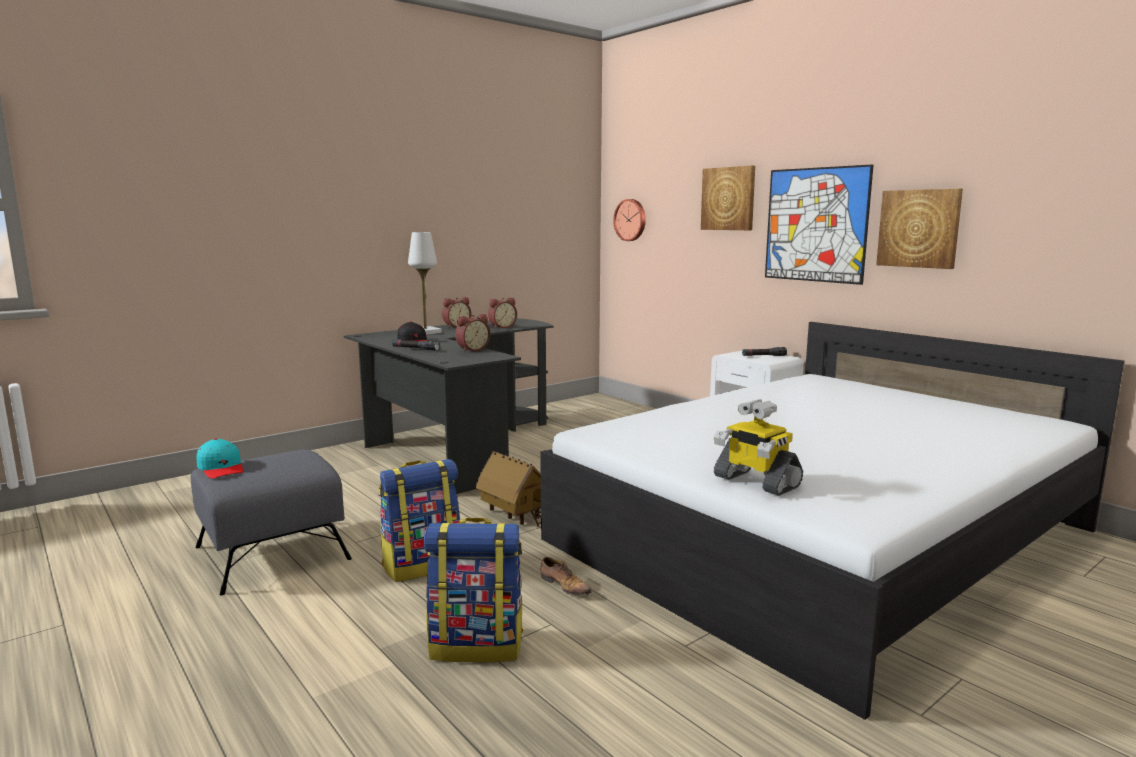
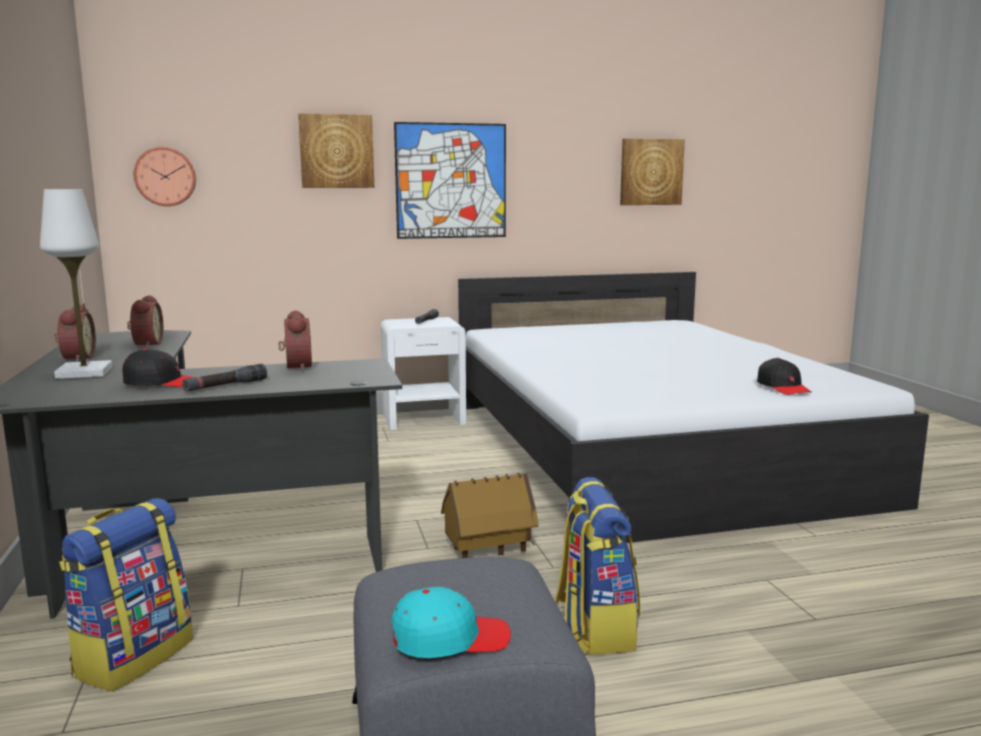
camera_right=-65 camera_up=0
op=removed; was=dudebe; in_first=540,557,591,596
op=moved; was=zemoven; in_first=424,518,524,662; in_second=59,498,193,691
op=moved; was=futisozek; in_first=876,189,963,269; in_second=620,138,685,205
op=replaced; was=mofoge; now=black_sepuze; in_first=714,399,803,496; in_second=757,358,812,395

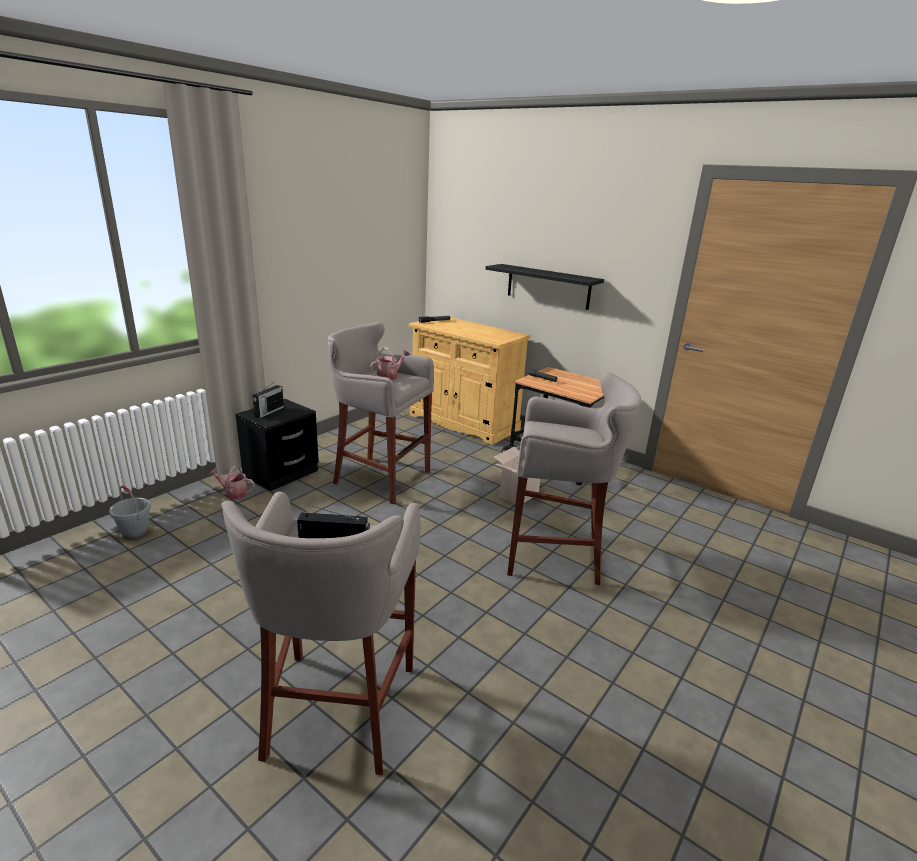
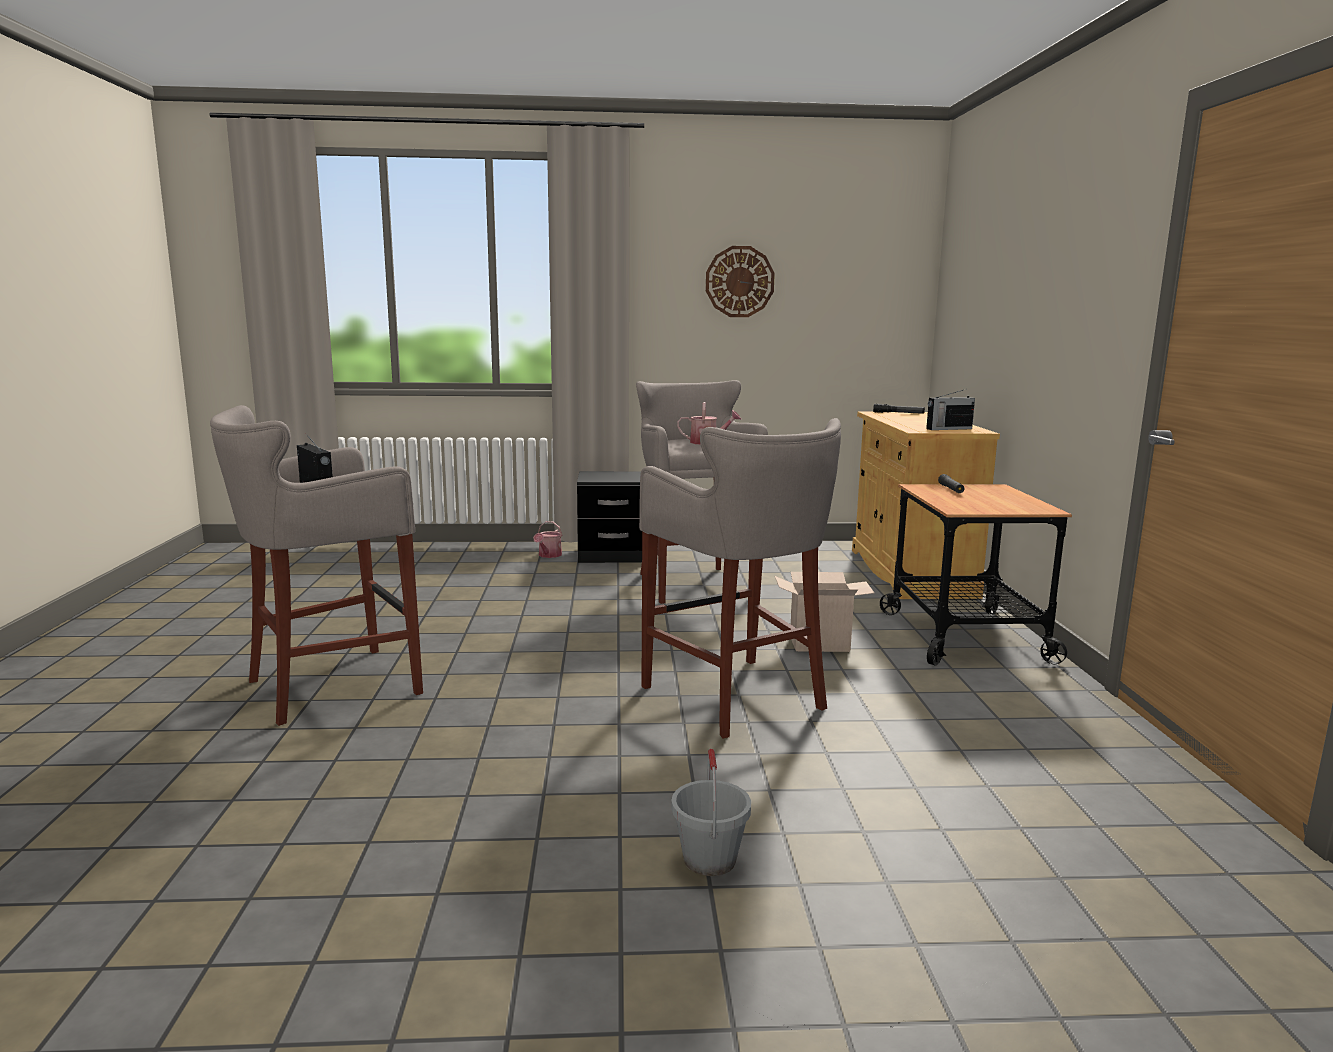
camera_right=50 camera_up=-10
op=removed; was=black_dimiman; in_first=485,264,604,310
op=added; now=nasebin; in_second=706,246,775,317
op=moved; was=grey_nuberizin; in_first=109,485,151,539; in_second=671,749,751,876
op=moved; was=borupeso; in_first=252,383,284,418; in_second=926,389,975,430
op=turned; was=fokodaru; in_first=208,465,255,499; in_second=533,521,562,558; clockwise=-135

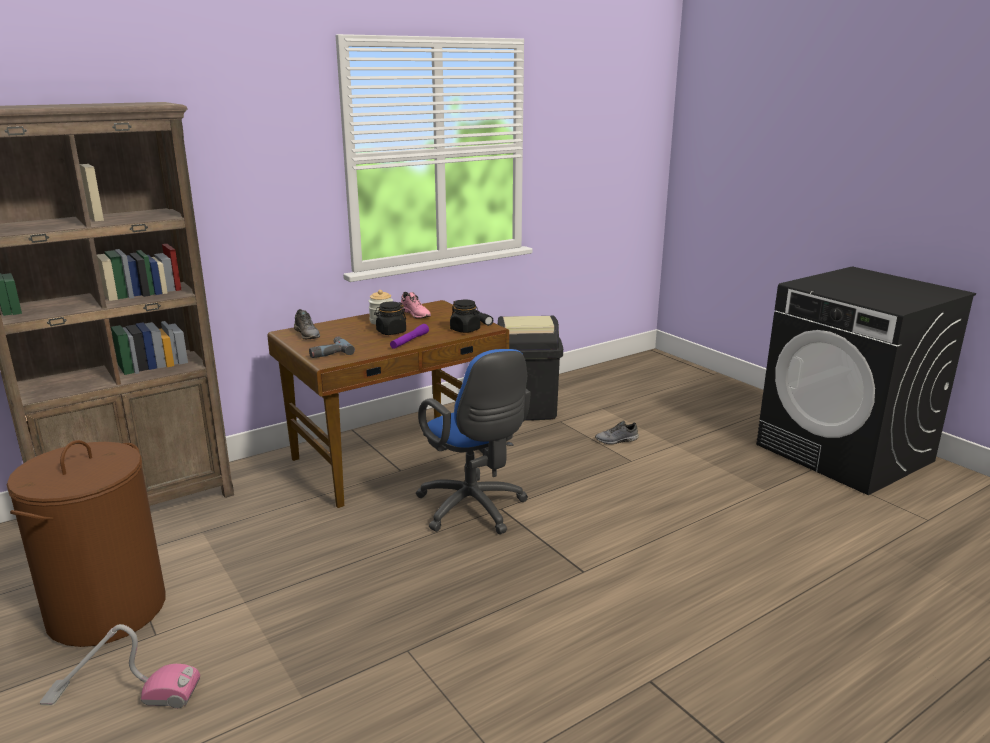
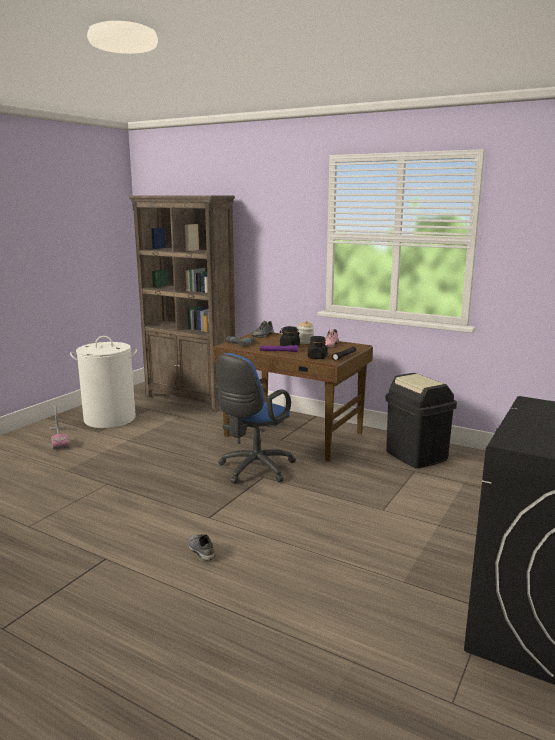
camera_right=65 camera_up=-5
op=moved; was=grey_dudebe; in_first=595,421,639,444; in_second=188,534,215,561
op=recoloured; was=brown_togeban; now=white_togeban; in_first=7,440,165,647; in_second=70,336,137,428

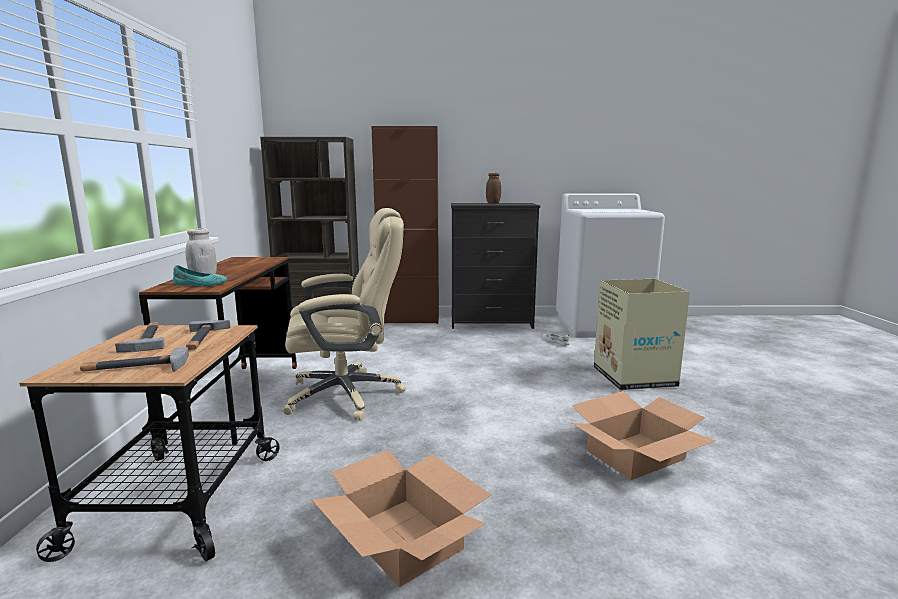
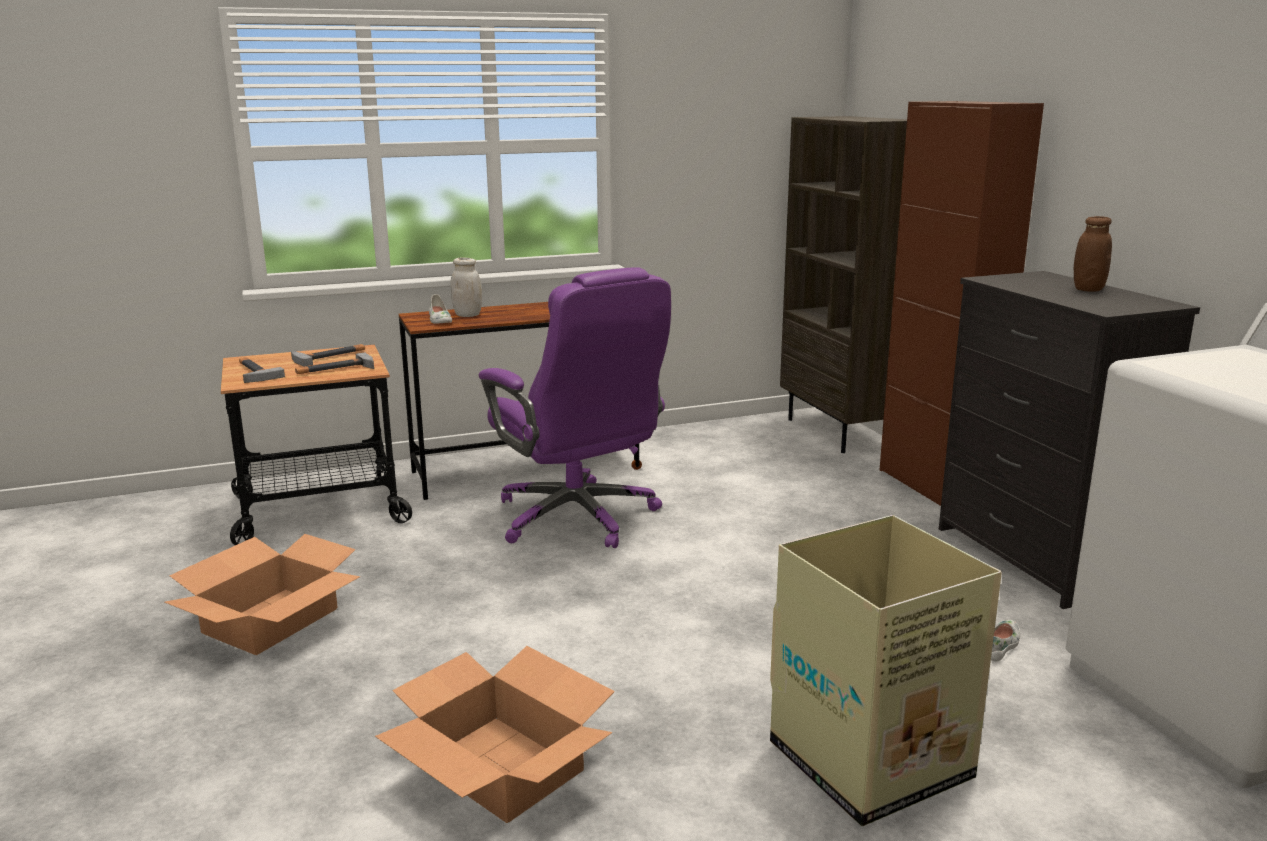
camera_right=70 camera_up=5
op=recoloured; was=turquoise_dudebe; now=white_dudebe; in_first=173,265,227,287; in_second=429,294,452,324
op=recoloured; was=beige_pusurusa; now=purple_pusurusa; in_first=283,208,406,421; in_second=479,267,671,548

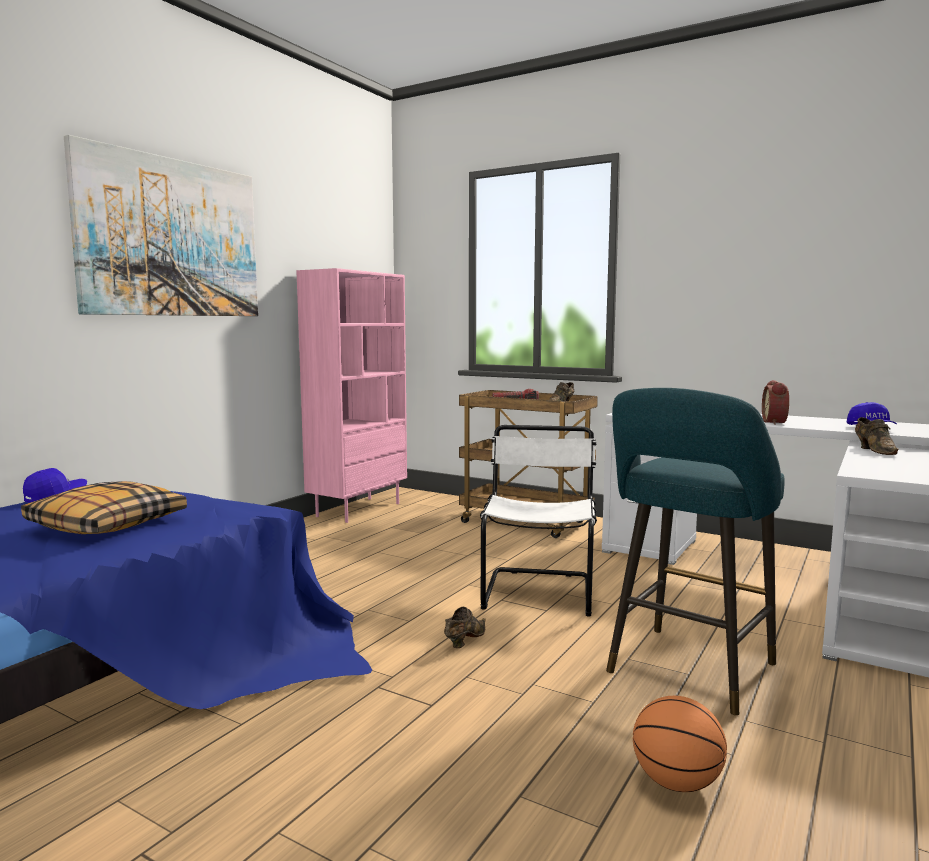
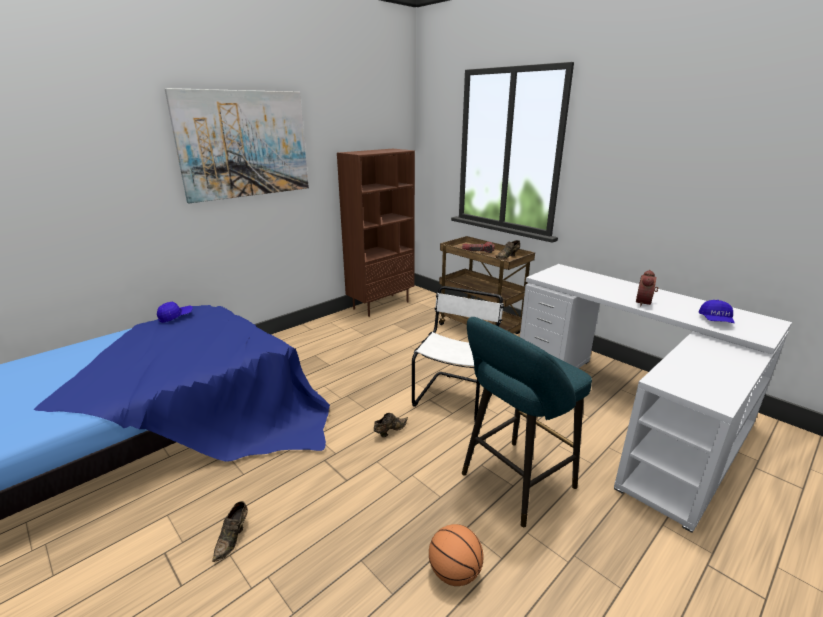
camera_right=15 camera_up=15
op=removed; was=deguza; in_first=21,481,187,534
op=moved; was=brown_dudebe; in_first=855,417,898,455; in_second=212,501,248,562
op=recoloured; was=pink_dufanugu; now=brown_dufanugu; in_first=296,268,407,523; in_second=337,149,415,317

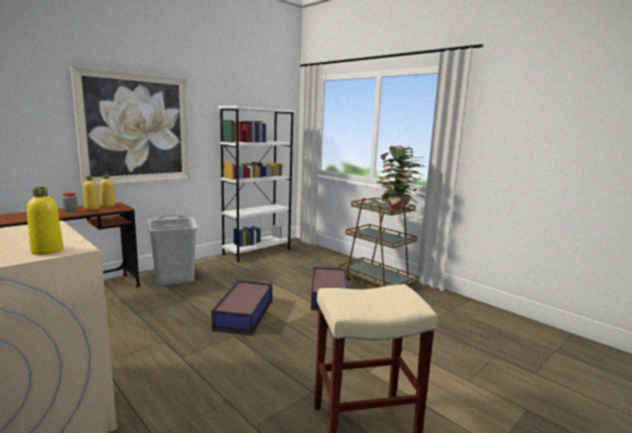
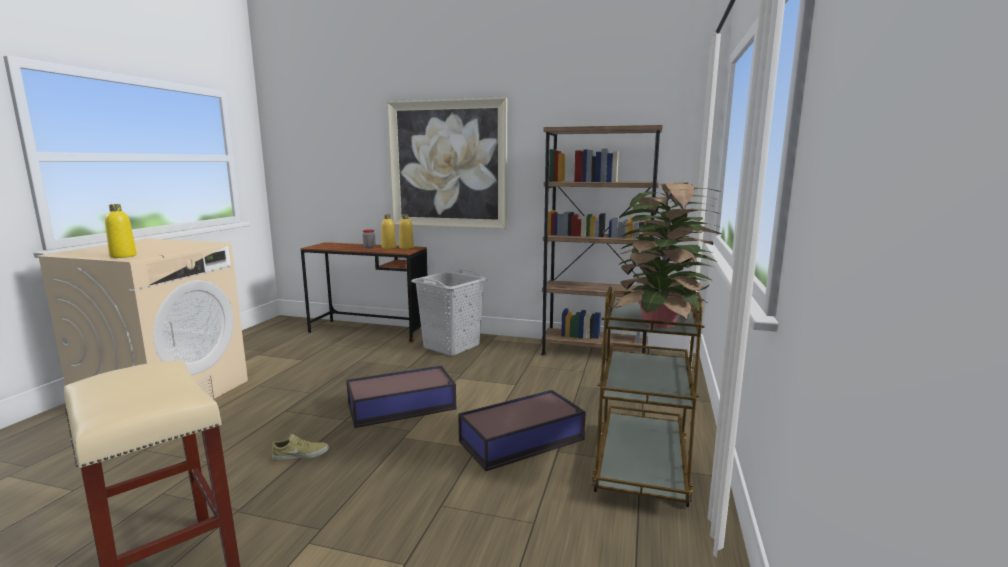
camera_right=60 camera_up=0
op=added; now=beige_dudebe; in_second=272,434,329,460
op=recoloured; was=white_dufanugu; now=brown_dufanugu; in_first=218,106,295,262; in_second=541,125,662,356

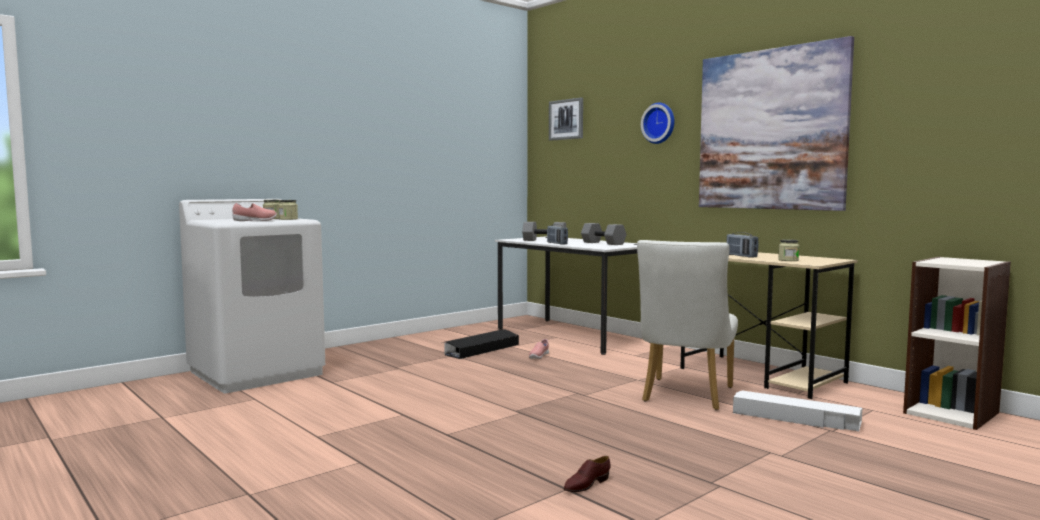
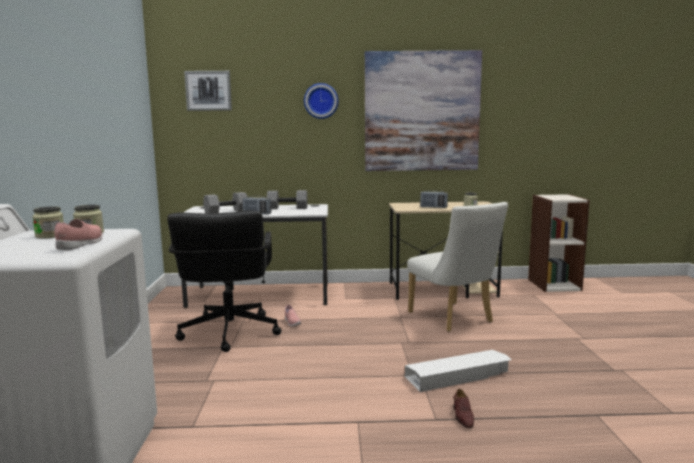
camera_right=-50 camera_up=5
op=moved; was=brown_dudebe; in_first=564,456,610,492; in_second=453,389,474,428
op=moved; was=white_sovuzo; in_first=733,390,862,431; in_second=405,350,512,392
op=replaced; was=black_sovuzo; now=black_pusurusa; in_first=444,330,519,359; in_second=167,210,281,352

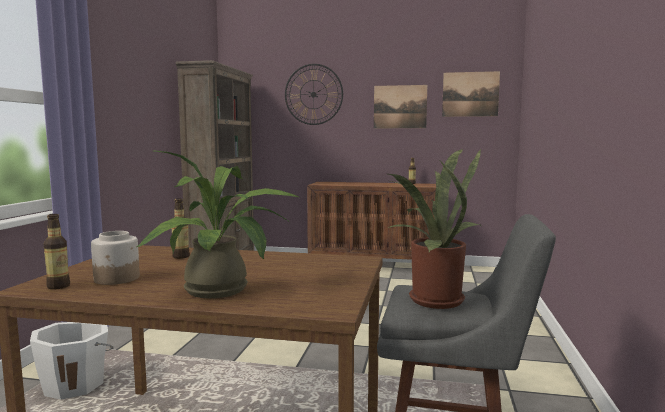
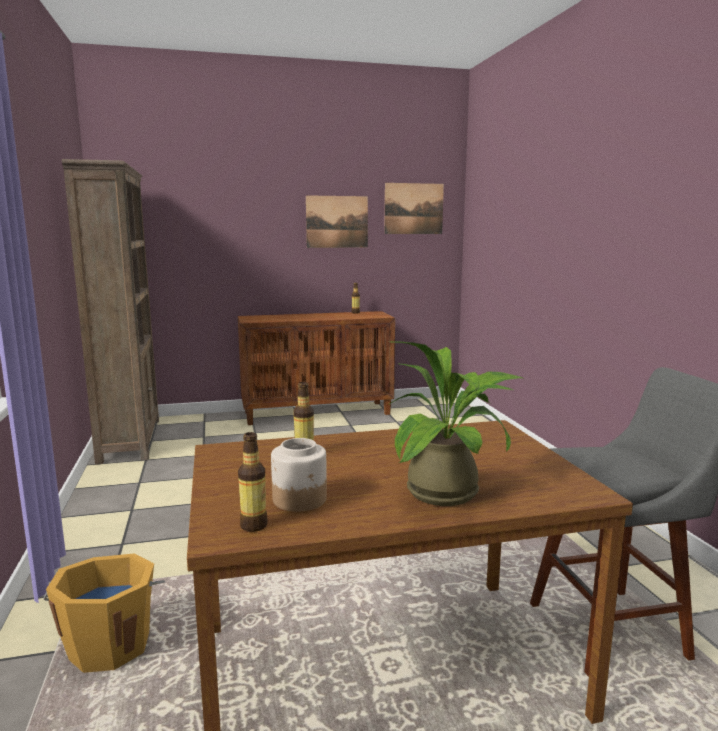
camera_right=-25 camera_up=5
op=removed; was=nasebin; in_first=285,64,343,125
op=removed; was=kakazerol; in_first=388,148,482,309
op=recoloured; was=white_nuberizin; now=orange_nuberizin; in_first=30,322,114,400; in_second=44,553,166,673

